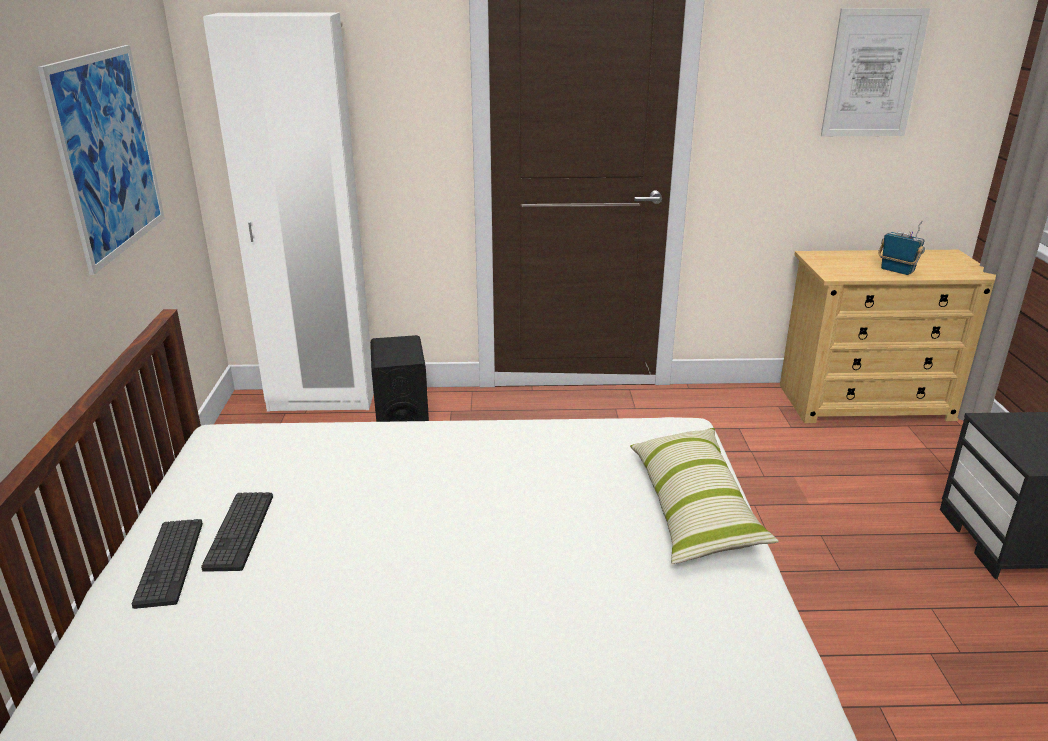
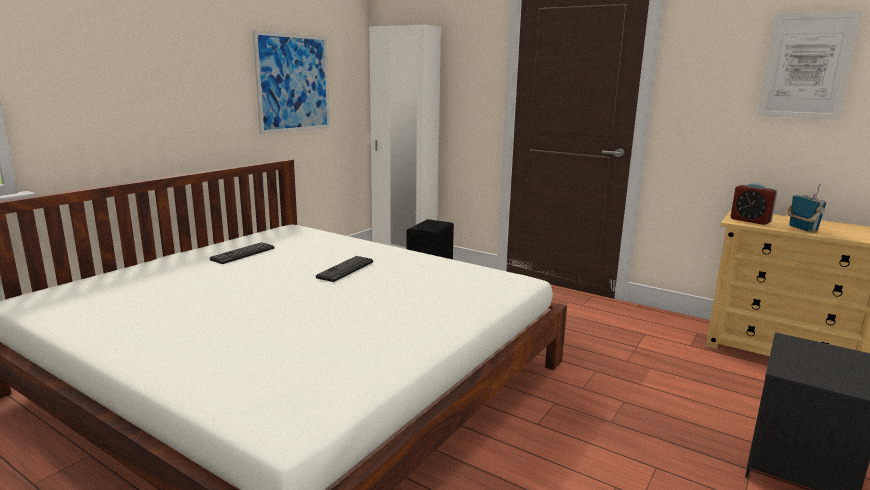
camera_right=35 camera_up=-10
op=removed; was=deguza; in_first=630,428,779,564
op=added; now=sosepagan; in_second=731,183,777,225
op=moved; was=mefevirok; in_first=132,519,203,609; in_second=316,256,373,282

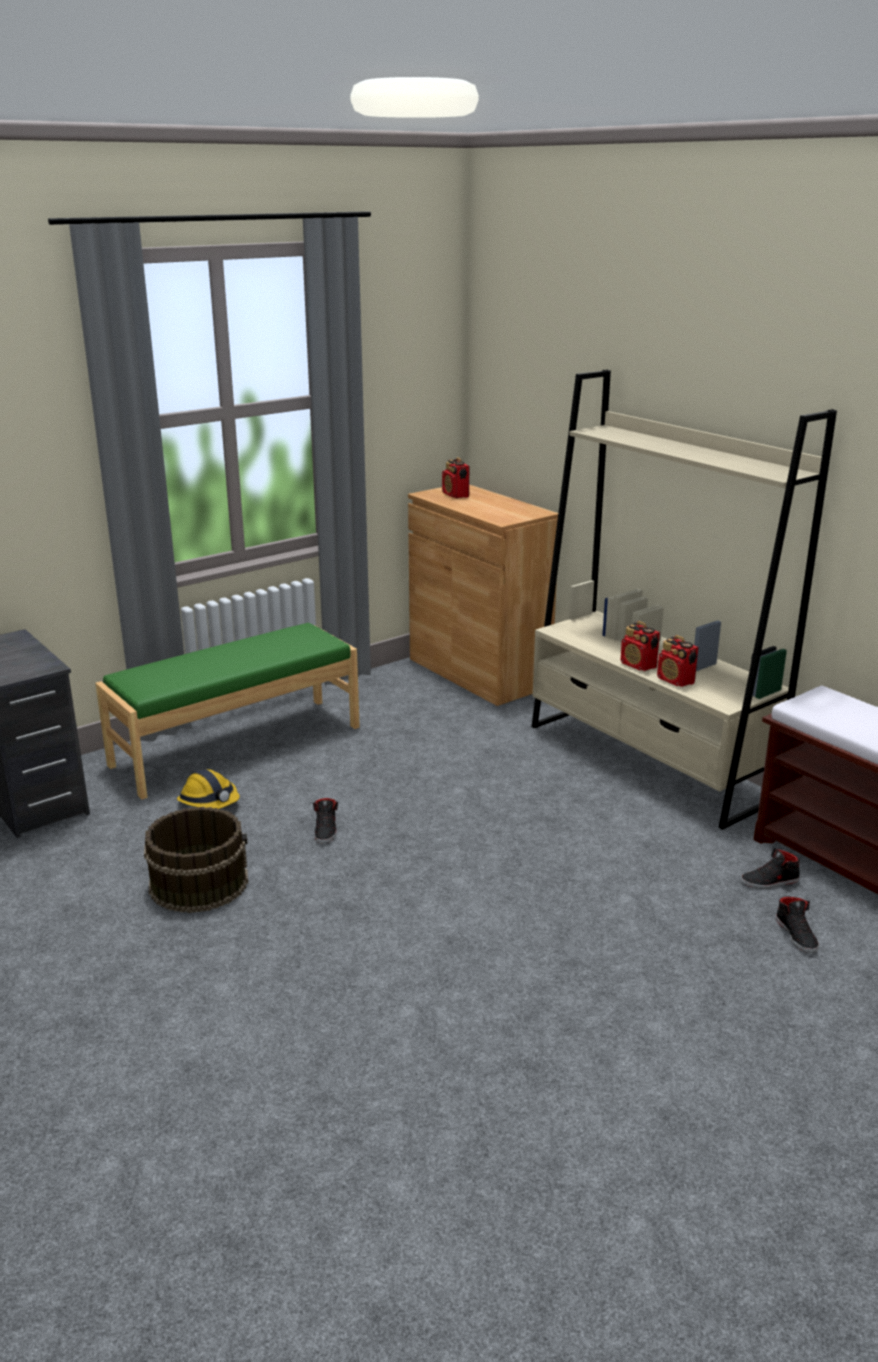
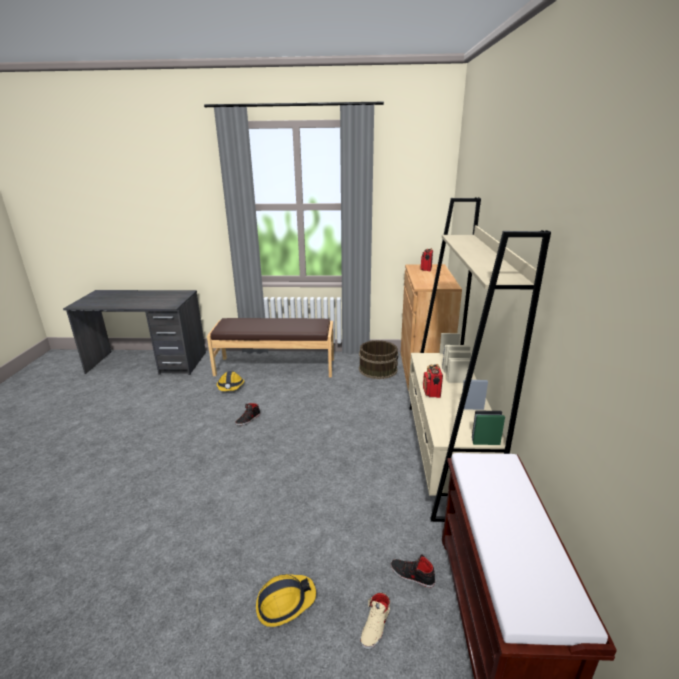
camera_right=40 camera_up=0
op=removed; was=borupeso; in_first=657,635,699,687
op=added; now=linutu; in_second=256,574,316,627
op=moved; was=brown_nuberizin; in_first=144,807,248,913; in_second=359,340,398,379
op=recoloured; was=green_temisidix; now=brown_temisidix; in_first=95,623,360,800; in_second=207,318,334,377
op=recoloured; was=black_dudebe; now=beige_dudebe; in_first=776,896,819,953; in_second=360,593,390,649

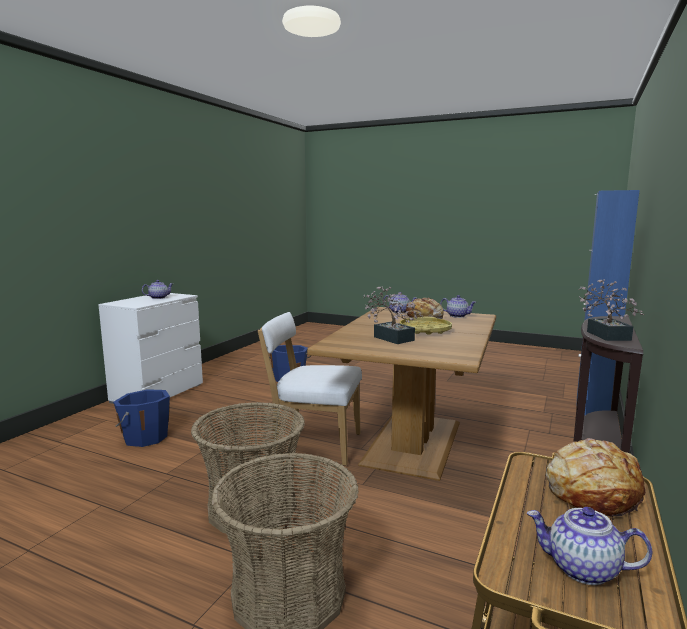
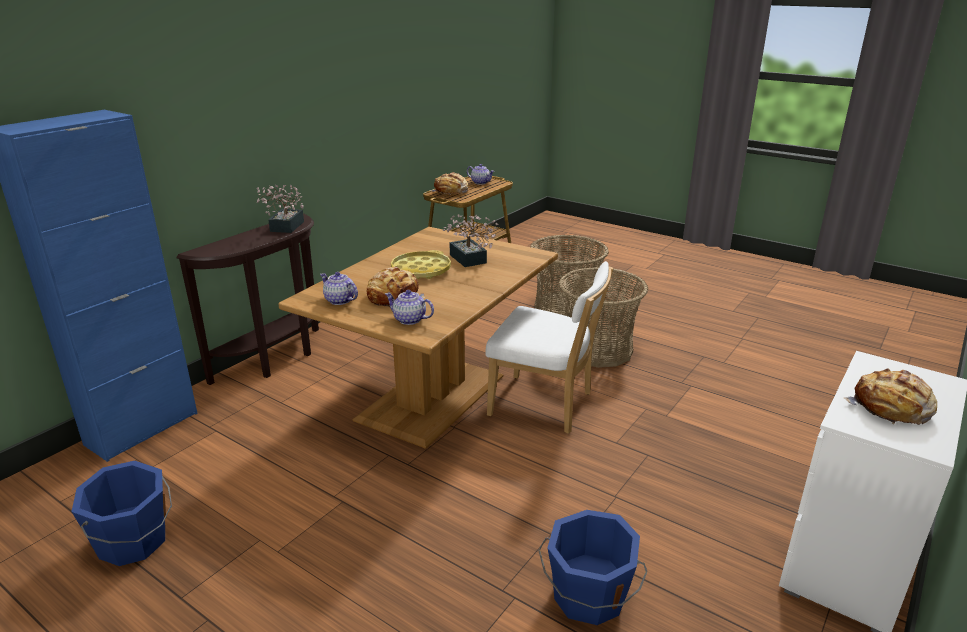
camera_right=-170 camera_up=15
op=moved; was=blue_nuberizin; in_first=113,389,170,447; in_second=71,461,172,566
op=replaced; was=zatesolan; now=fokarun; in_first=142,280,173,299; in_second=843,369,937,425

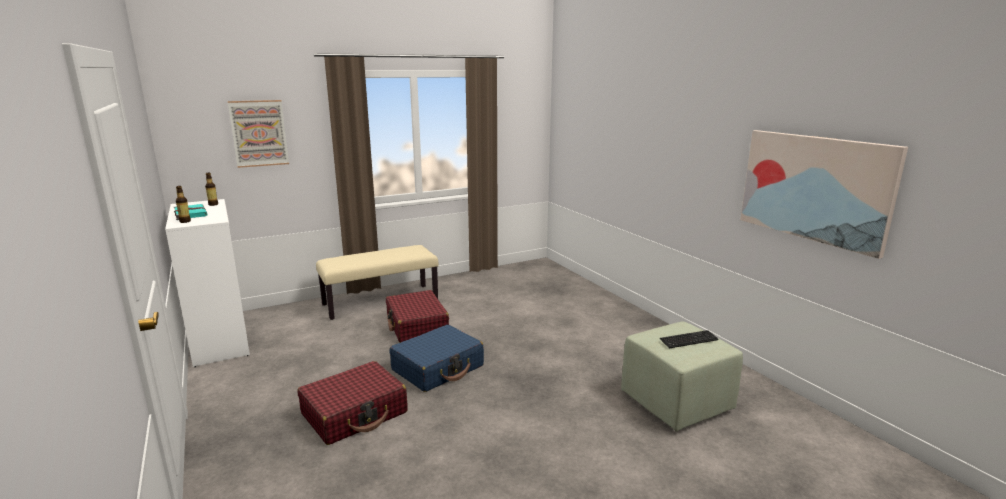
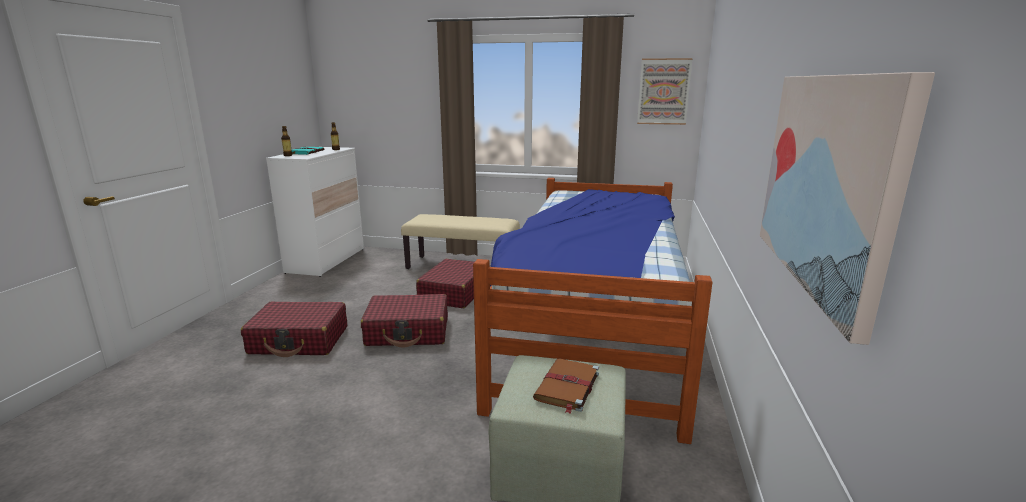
camera_right=40 camera_up=0
op=added; now=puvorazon; in_second=473,178,713,444
op=moved; was=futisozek; in_first=228,100,289,168; in_second=637,58,693,125
op=replaced; was=mefevirok; now=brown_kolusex; in_first=660,330,719,348; in_second=533,359,599,413
op=recoloured; was=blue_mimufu; now=red_mimufu; in_first=390,325,484,392; in_second=361,294,448,347

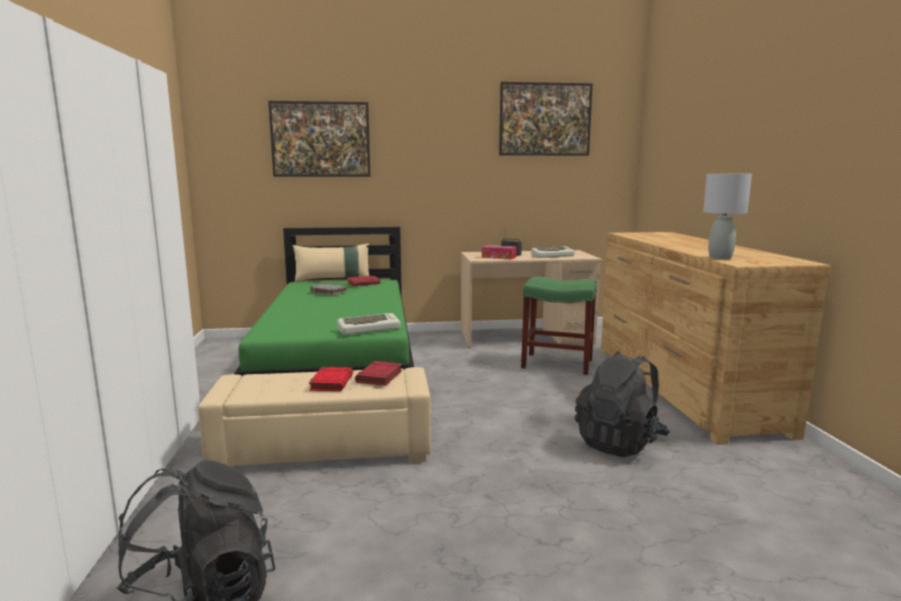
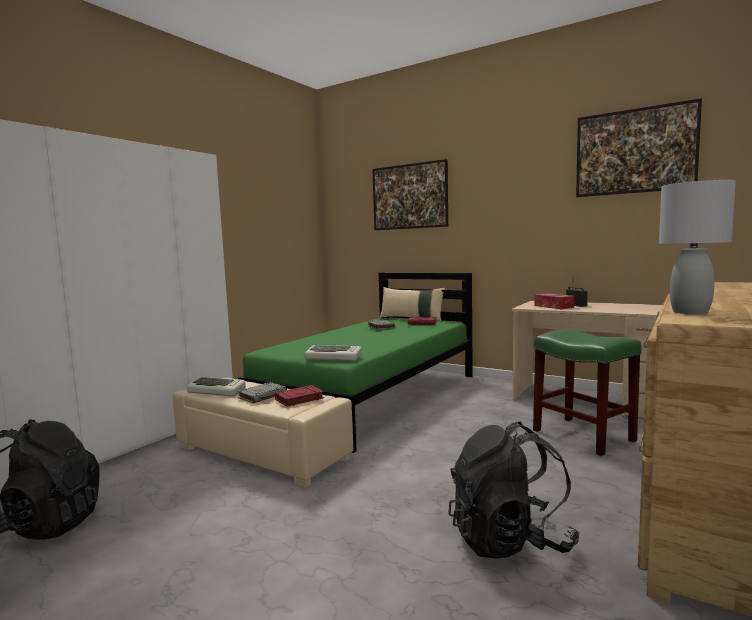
camera_right=40 camera_up=-5
op=moved; was=mefevirok; in_first=531,246,575,258; in_second=187,377,246,397
op=recoloured; was=red_kolusex; now=grey_kolusex; in_first=309,367,353,391; in_second=237,382,287,403

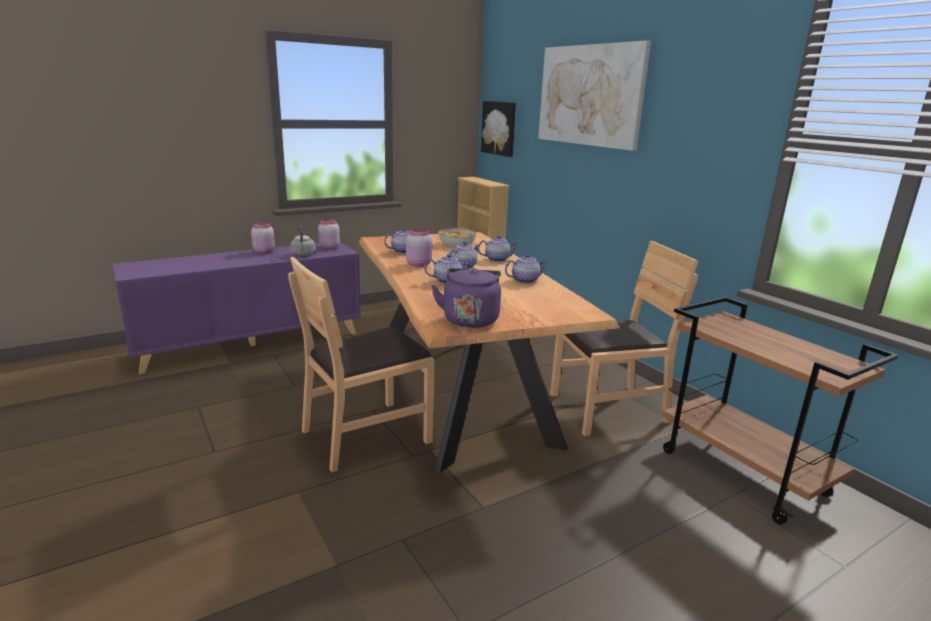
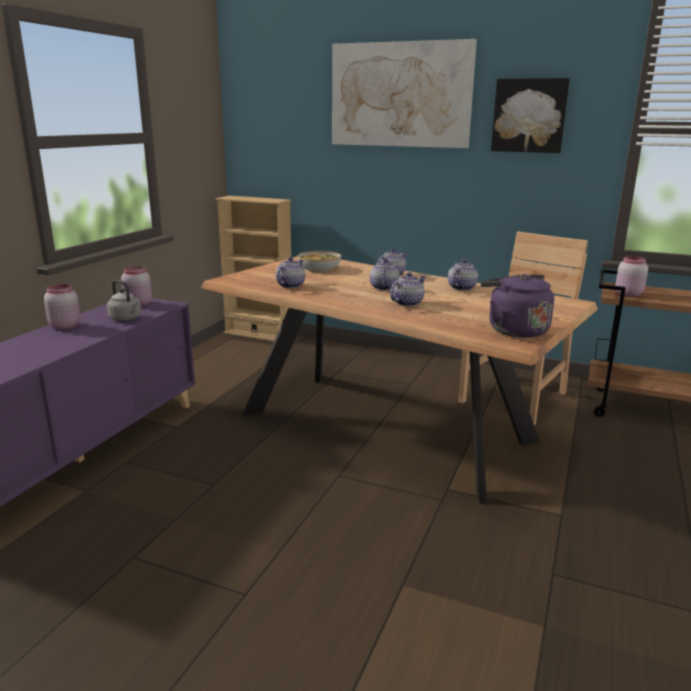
camera_right=-35 camera_up=0
op=removed; was=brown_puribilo; in_first=288,257,435,472
op=moved; was=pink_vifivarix; in_first=406,228,432,267; in_second=615,256,648,297
op=moved; was=futisozek; in_first=481,101,516,157; in_second=491,78,570,153

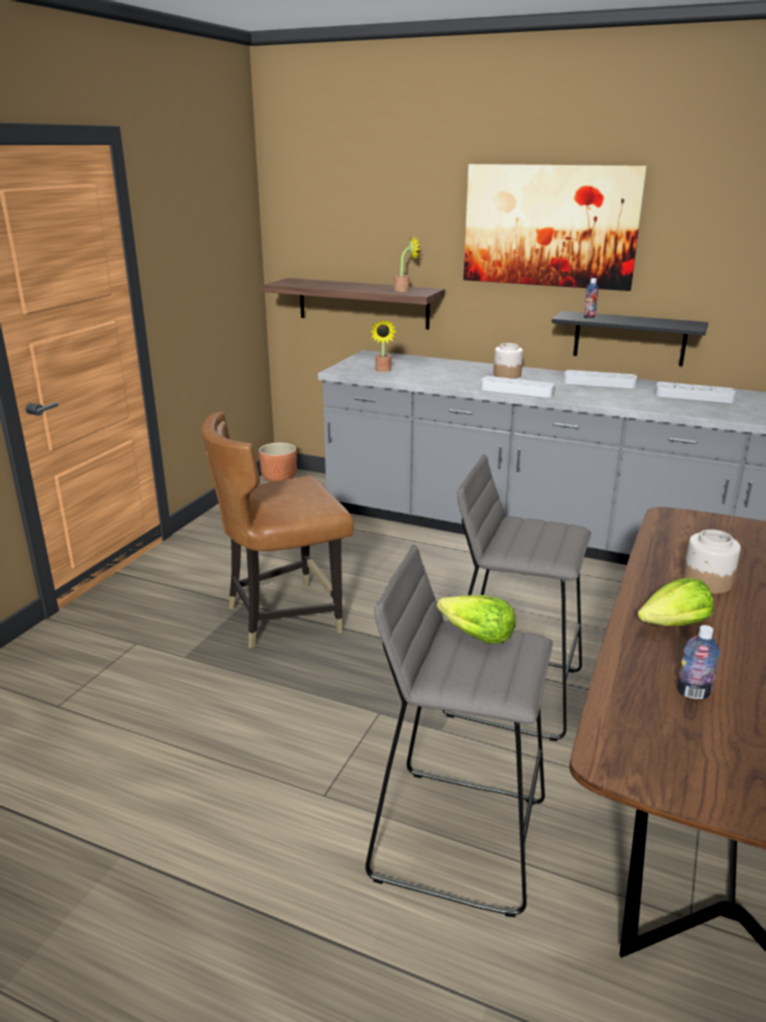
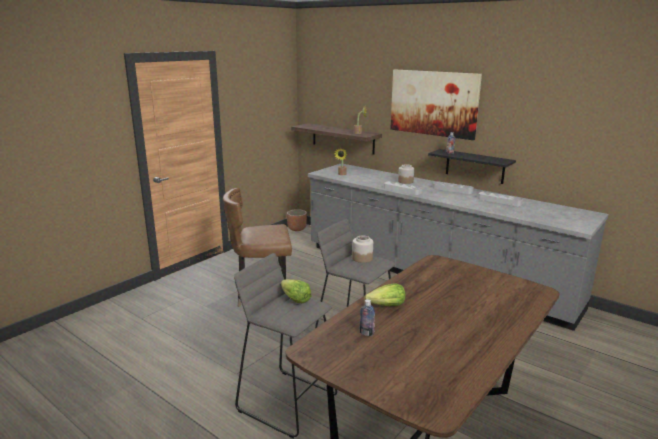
camera_right=15 camera_up=-5
op=moved; was=vifivarix; in_first=683,529,741,594; in_second=352,235,373,263

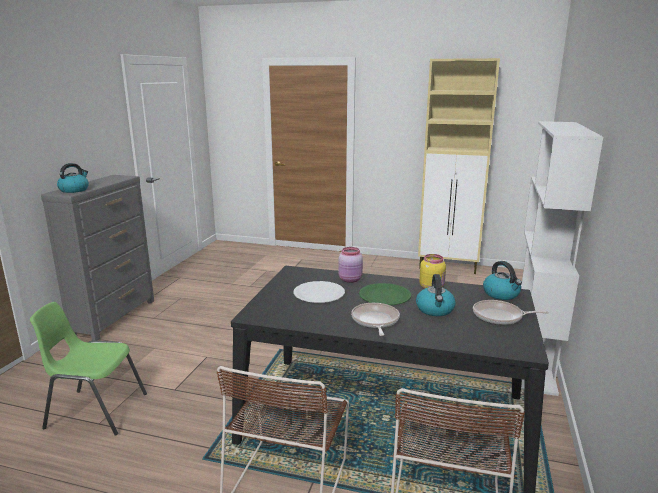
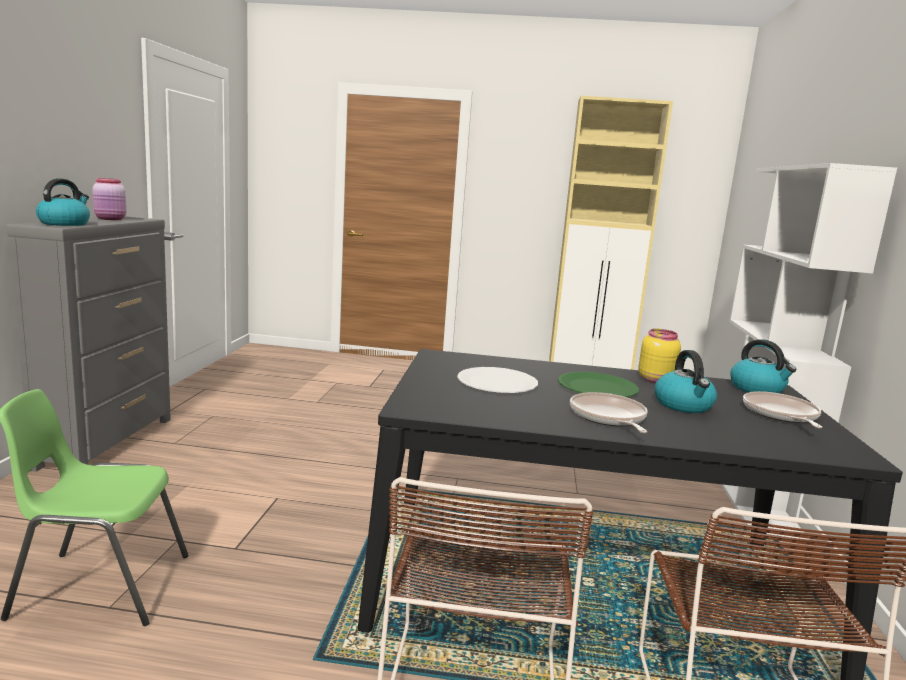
camera_right=-10 camera_up=-5
op=moved; was=pink_vifivarix; in_first=338,247,363,283; in_second=92,178,127,220
op=turned; was=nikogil; in_first=473,300,549,325; in_second=743,391,822,428; clockwise=90

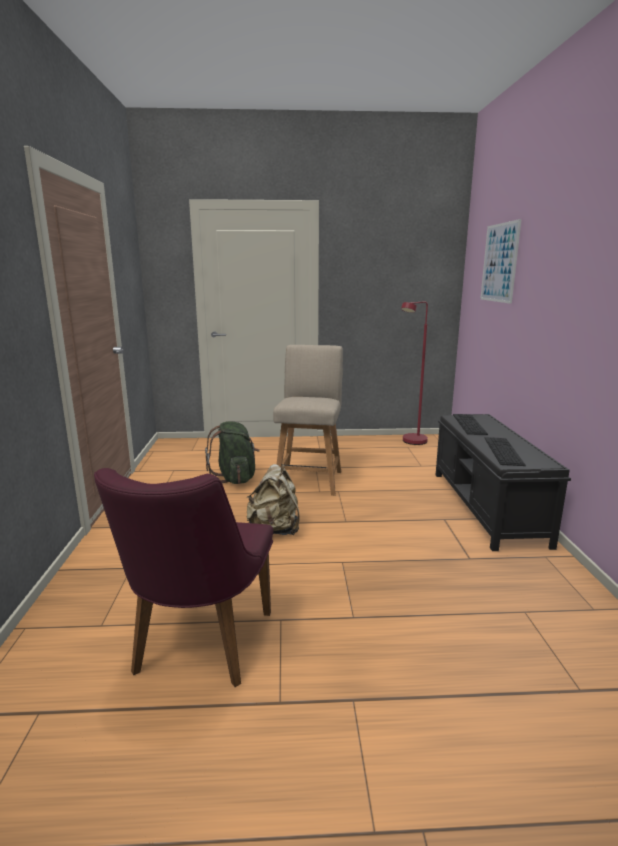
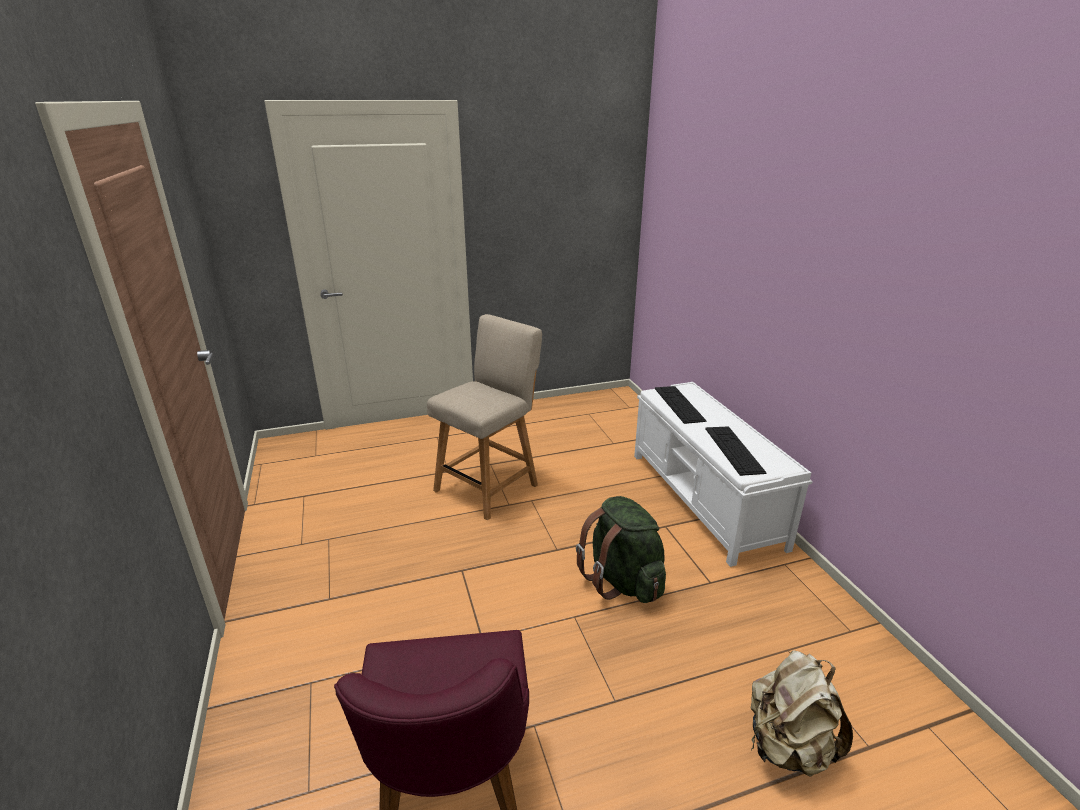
camera_right=-15 camera_up=10
op=removed; was=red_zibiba; in_first=401,302,428,445
op=removed; was=futisozek; in_first=480,219,522,304
op=moved; was=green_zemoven; in_first=205,421,260,484; in_second=576,496,666,603
op=moved; was=beige_zemoven; in_first=247,464,300,535; in_second=750,650,853,777
op=recoloured; was=black_temisidix; now=white_temisidix; in_first=436,414,571,551; in_second=634,382,813,567
op=turned; was=beige_puribilo; in_first=273,345,343,496; in_second=427,314,542,520; clockwise=45

